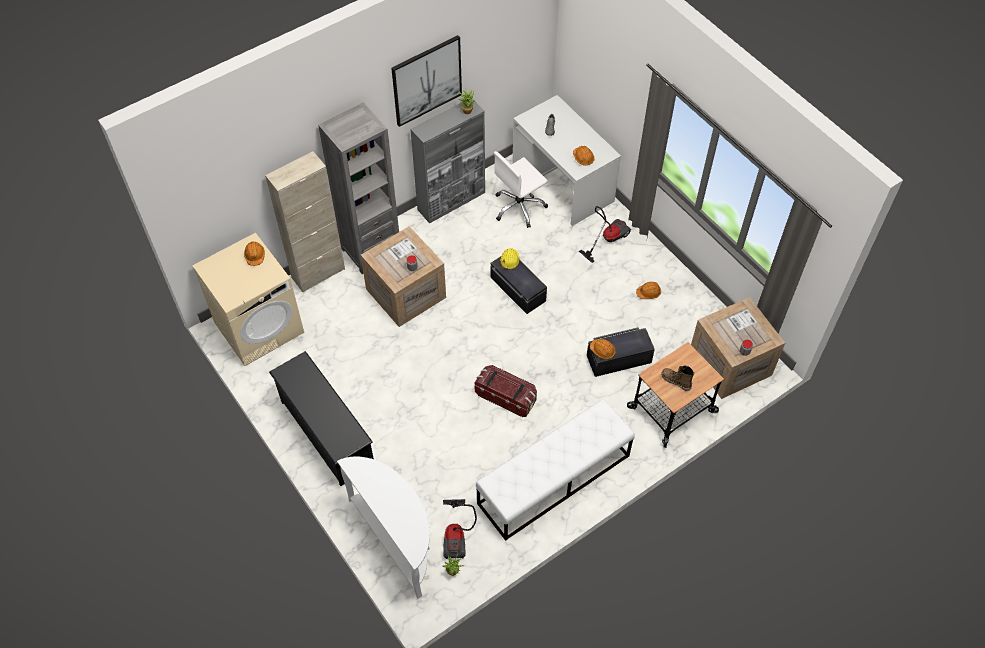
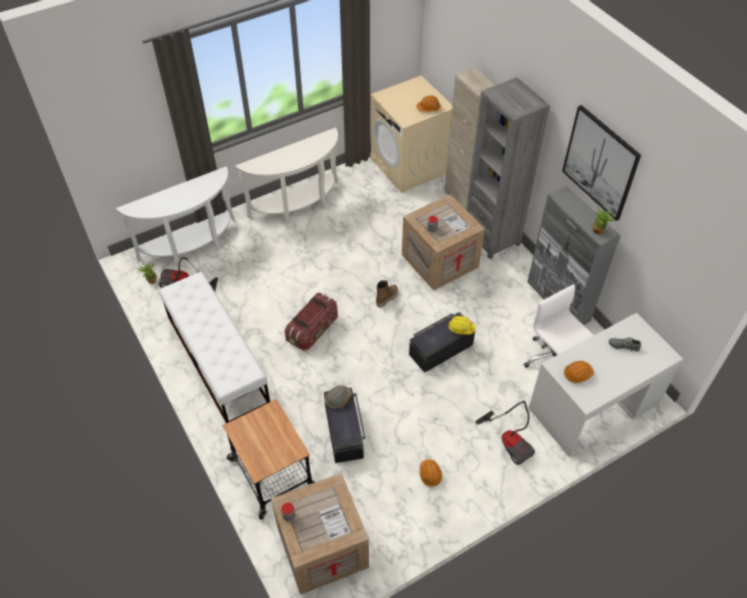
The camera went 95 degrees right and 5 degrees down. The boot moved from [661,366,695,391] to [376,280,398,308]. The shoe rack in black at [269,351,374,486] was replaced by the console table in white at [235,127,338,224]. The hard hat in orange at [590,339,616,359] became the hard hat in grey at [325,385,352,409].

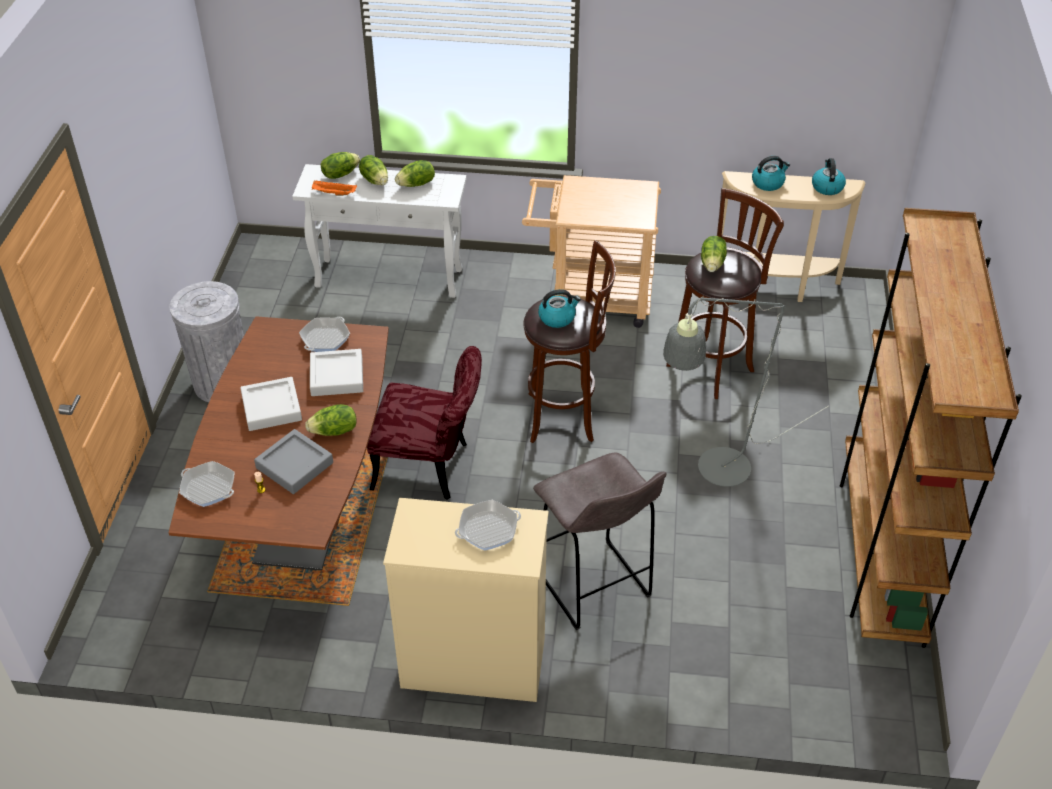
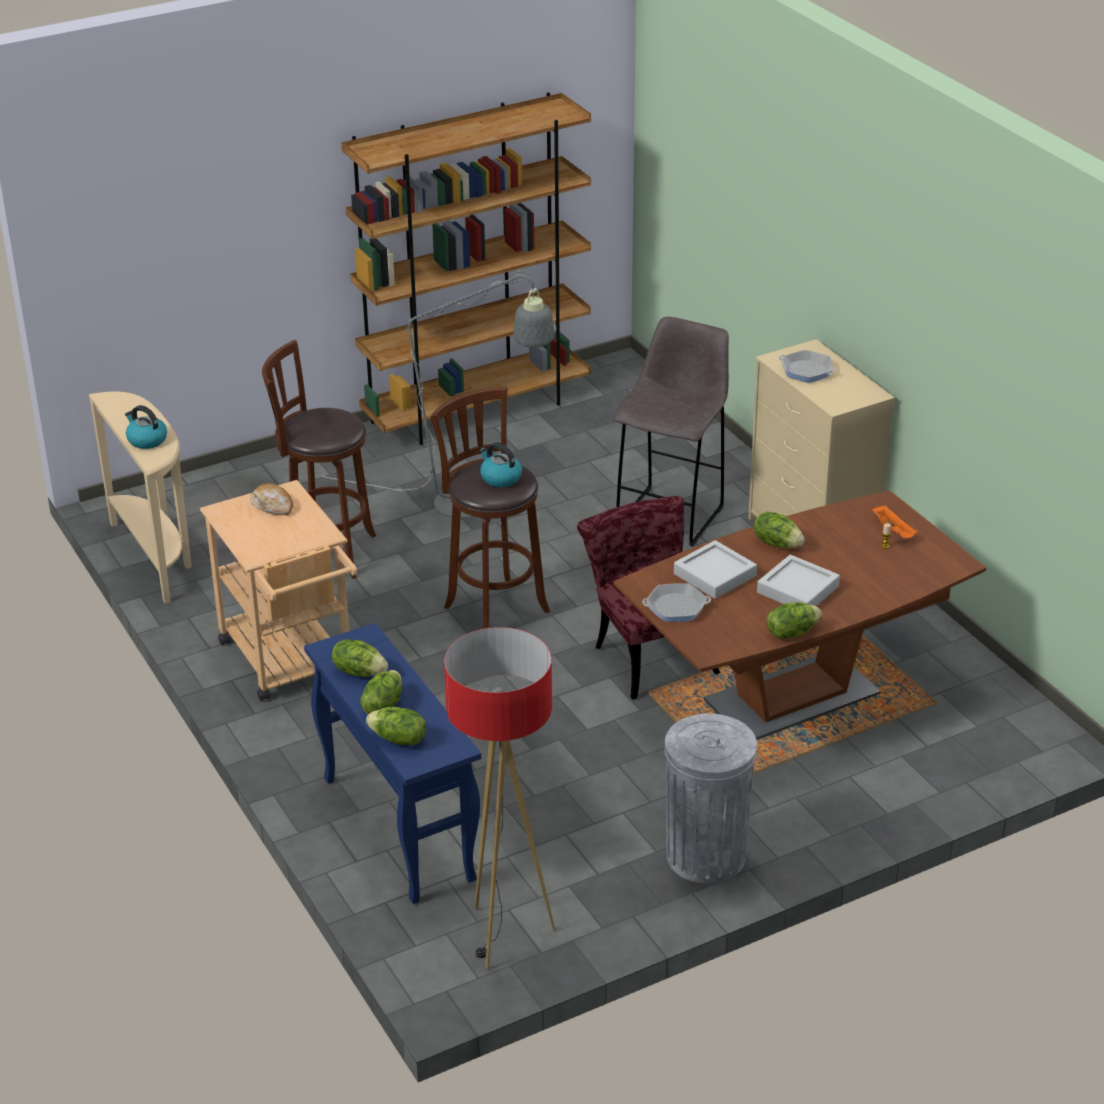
The camera went 125 degrees left and 10 degrees down. The frying pan at [179,461,234,507] disappeared. The tray in grey at [254,429,333,494] disappeared. The kettle at [812,158,846,195] disappeared. The bread at [250,483,293,515] appeared. The floor lamp at [444,627,555,969] appeared. The tray in orange moved from [312,180,357,196] to [872,505,917,538]. The lettuce moved from [701,236,727,272] to [766,602,822,639]. The console table in white at [292,164,467,298] became the console table in blue at [304,623,481,904].

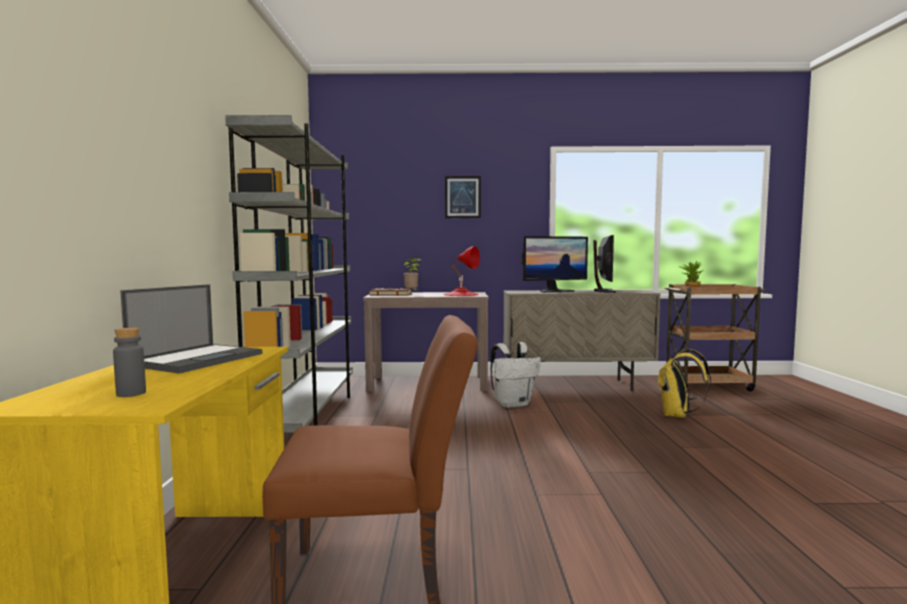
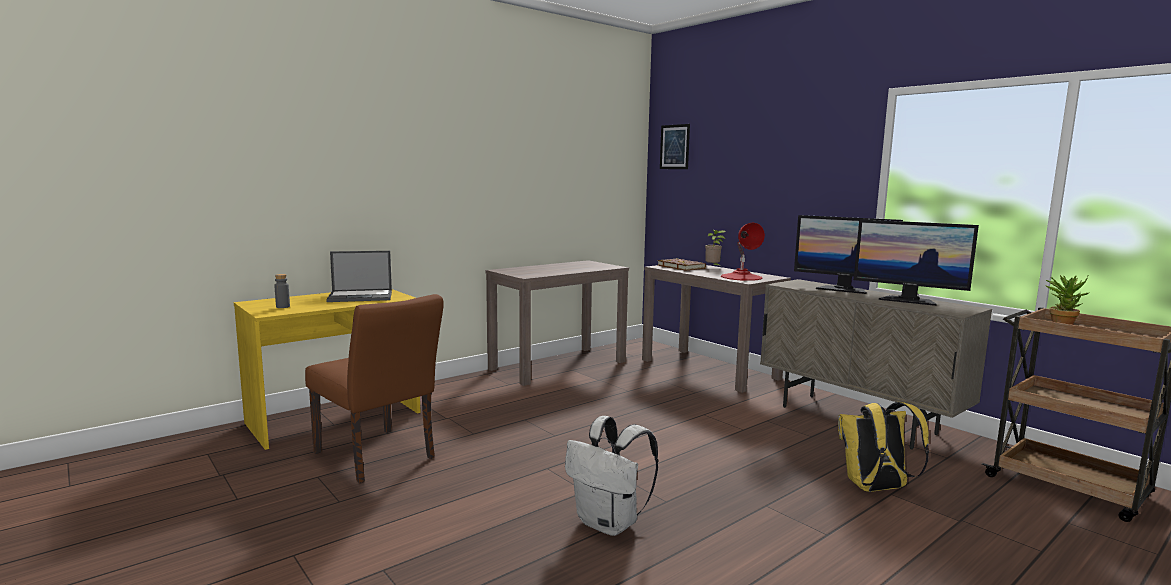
The camera went 50 degrees right and 5 degrees up. The picture moved from [445,176,481,218] to [660,124,690,169]. The backpack in white moved from [490,342,541,408] to [565,416,658,536]. The bookcase in grey at [225,115,353,433] was replaced by the console table in brown at [485,260,629,386]. The monitor at [593,235,616,293] turned 60 degrees clockwise.

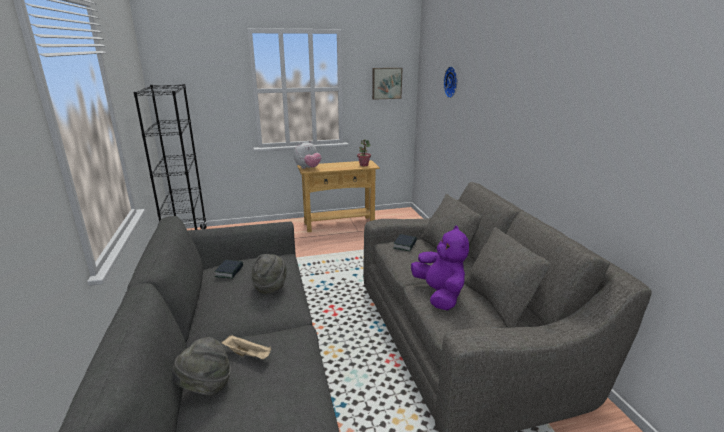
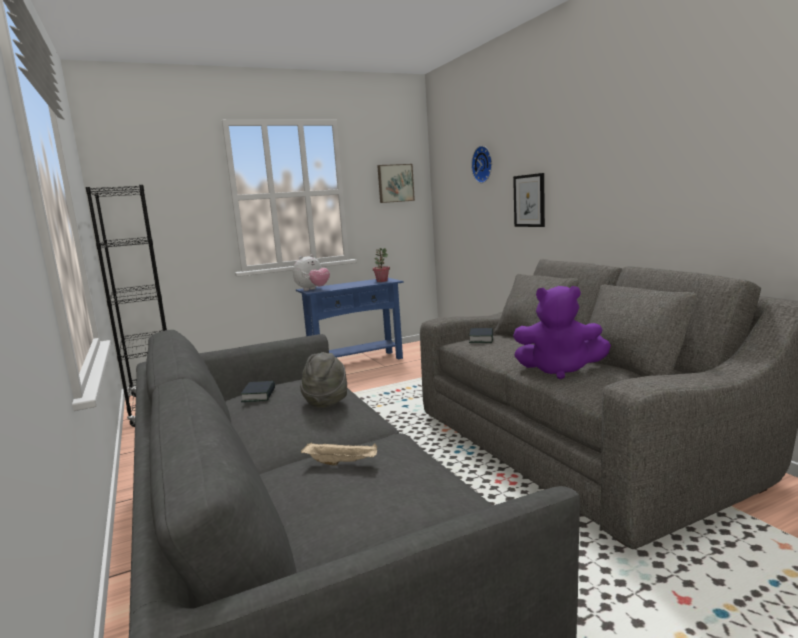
The camera went 10 degrees left and 10 degrees down. The hat in grey at [172,337,231,396] disappeared. The picture at [513,173,545,227] appeared. The console table in beige at [297,160,380,232] became the console table in blue at [296,278,404,359]. The plush toy in purple at [411,226,469,311] turned 135 degrees clockwise.

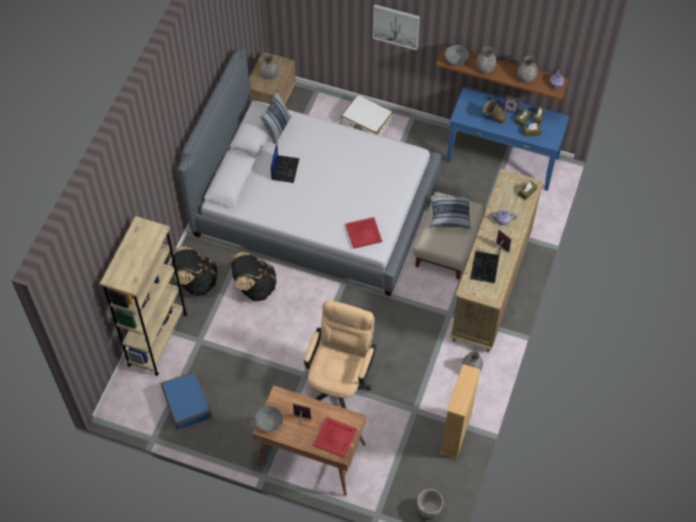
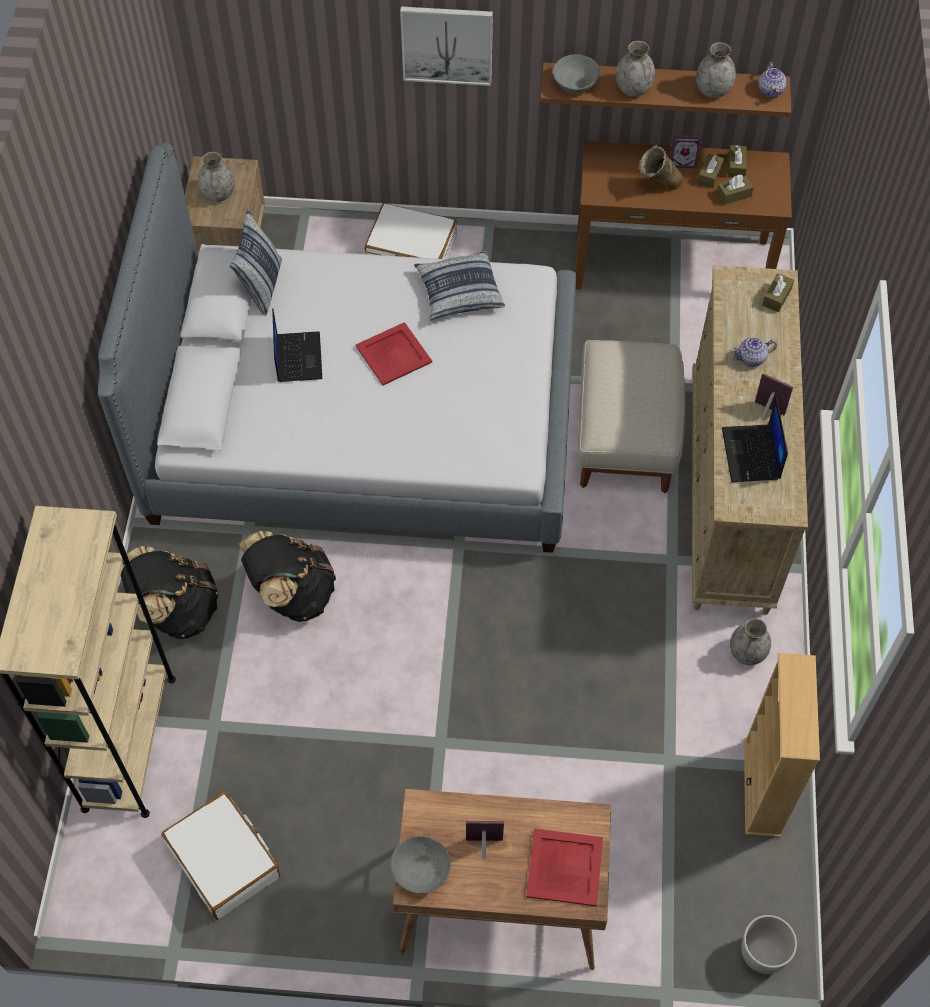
The camera went 15 degrees left and 0 degrees up. The office chair in beige at [304,300,377,409] disappeared. The tray in red moved from [345,217,382,249] to [356,322,432,385]. The pillow moved from [430,195,471,229] to [414,250,505,321]. The suitcase in blue at [161,371,212,430] became the suitcase in white at [161,791,280,920]. The console table in blue at [446,87,570,191] became the console table in brown at [575,141,792,289].

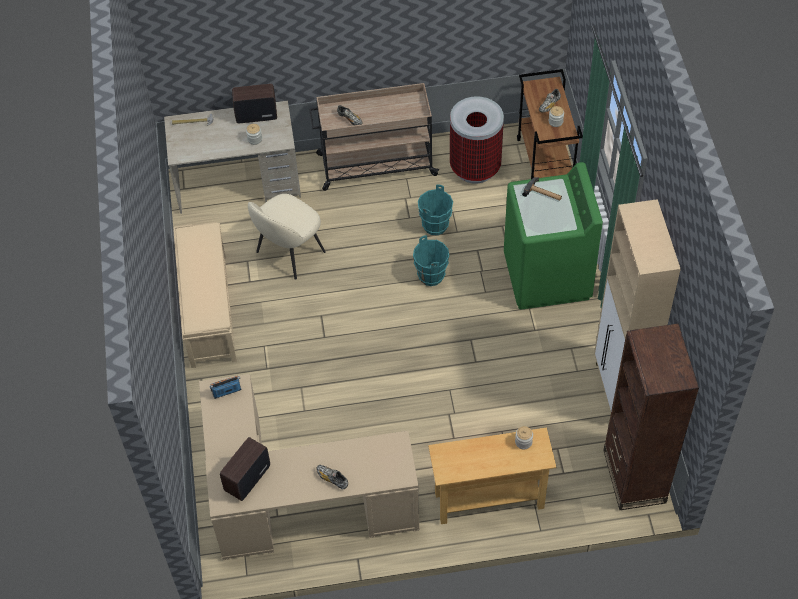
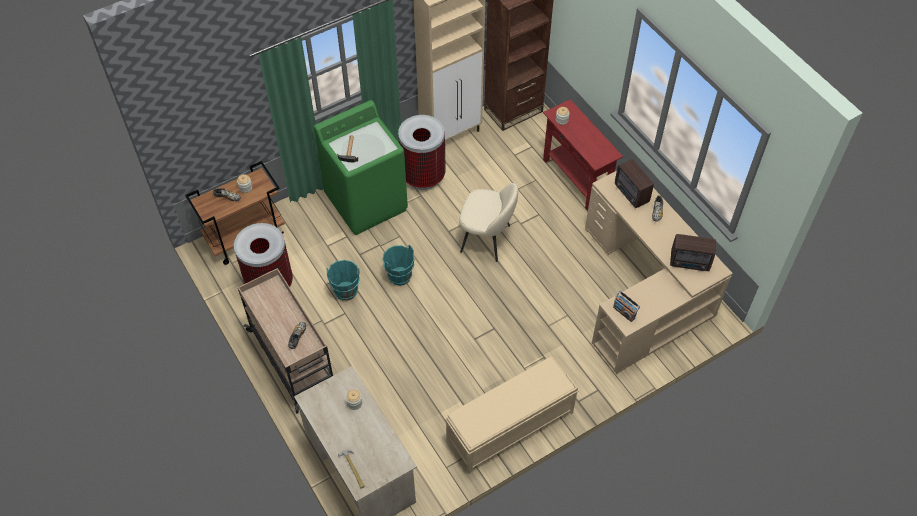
The camera went 115 degrees left and 0 degrees up. The trash can at [398,115,446,190] appeared. The radio moved from [232,84,277,123] to [615,159,654,208]. The chair in beige moved from [248,194,326,280] to [459,183,518,262]. The console table in beige at [428,427,557,524] became the console table in red at [543,99,623,211].

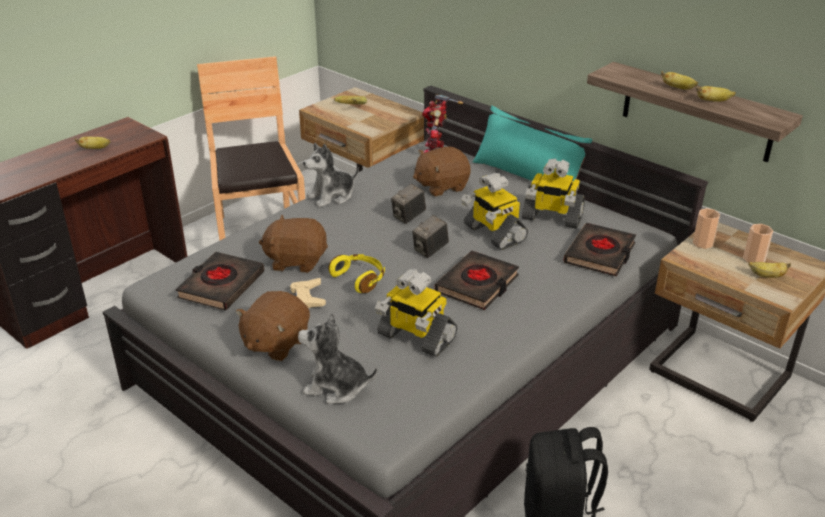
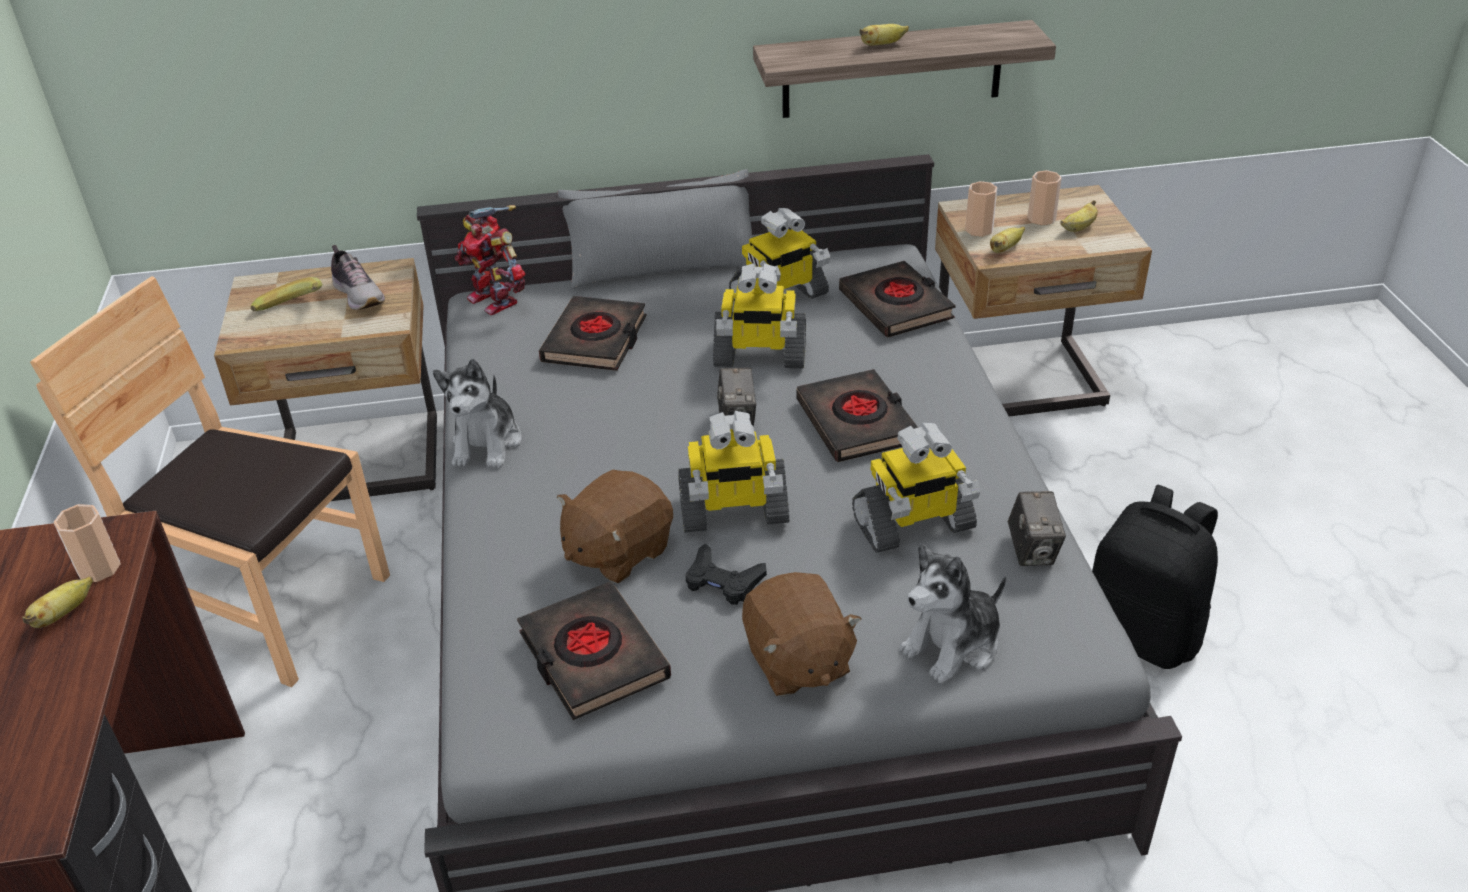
The camera went 50 degrees left and 5 degrees up. The cup at [53,504,121,582] appeared. The shoe at [331,245,385,310] appeared. The photo camera moved from [391,184,426,224] to [1007,491,1066,566]. The banana moved from [696,86,736,102] to [990,227,1025,253]. The headphones in yellow at [328,254,385,293] was replaced by the toy robot at [678,411,790,532]. The plush toy in brown at [413,146,471,197] was replaced by the book in black at [539,296,647,371]. The game controller in beige at [290,278,326,308] became the game controller in black at [686,544,767,605]. The pillow in turquoise at [473,105,593,181] became the pillow in grey at [558,169,752,289].

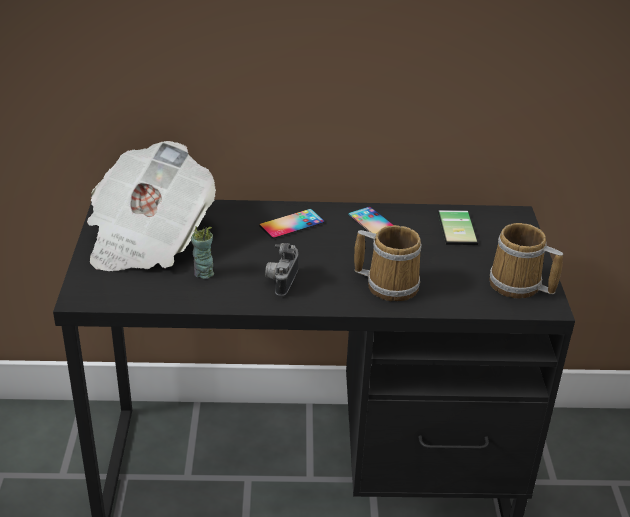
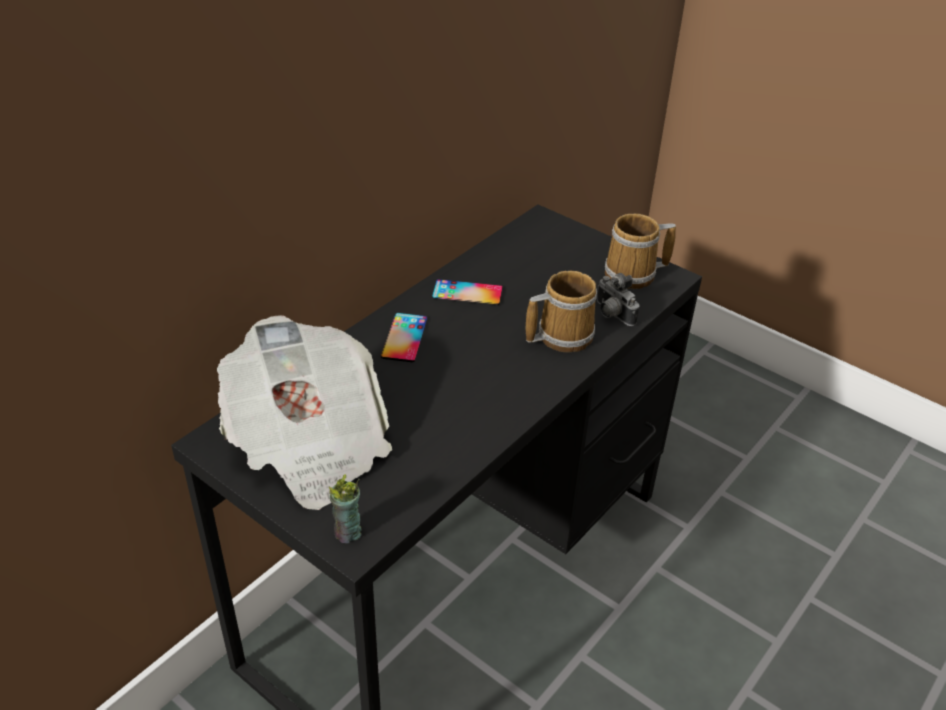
The camera went 50 degrees left and 5 degrees up. The phone at [438,210,478,245] disappeared. The cup moved from [191,226,214,279] to [329,474,362,543]. The photo camera moved from [265,243,299,296] to [597,273,640,326].

